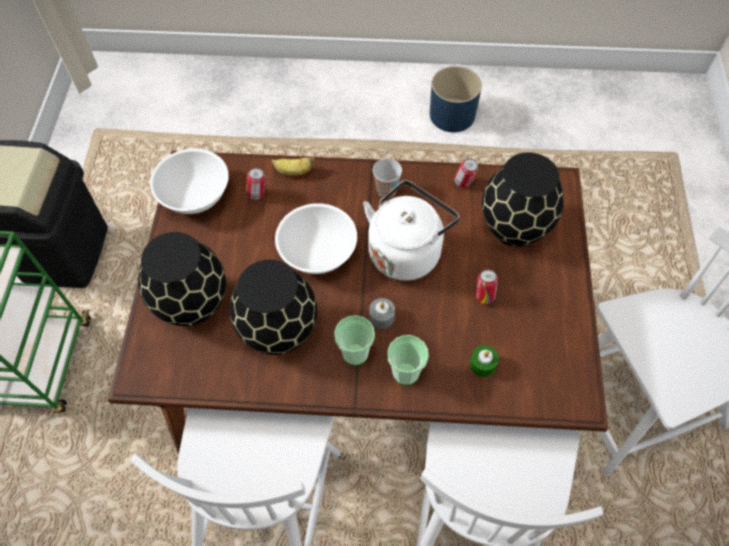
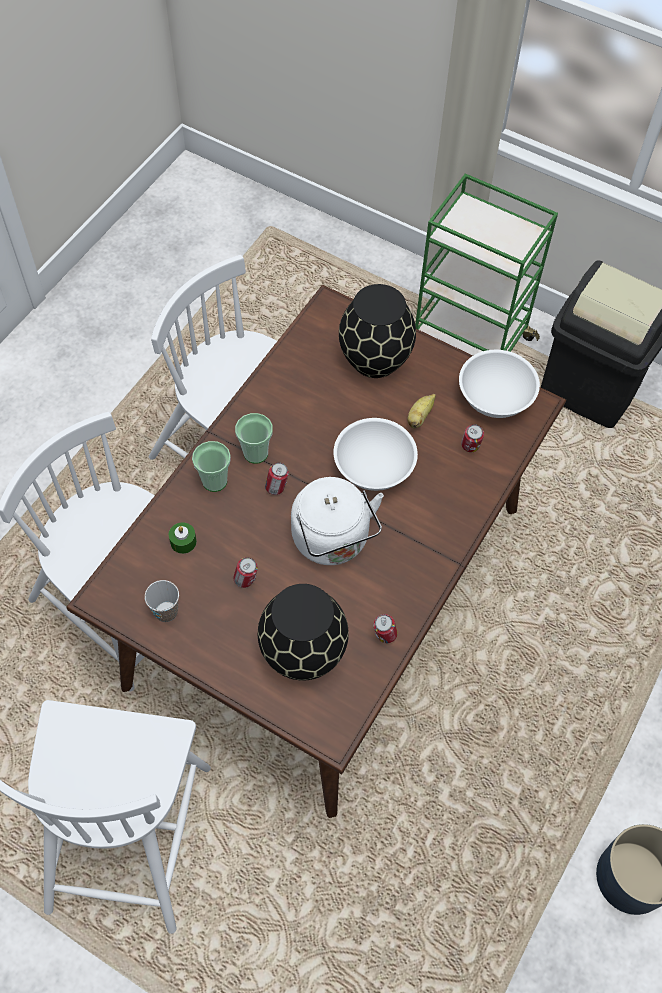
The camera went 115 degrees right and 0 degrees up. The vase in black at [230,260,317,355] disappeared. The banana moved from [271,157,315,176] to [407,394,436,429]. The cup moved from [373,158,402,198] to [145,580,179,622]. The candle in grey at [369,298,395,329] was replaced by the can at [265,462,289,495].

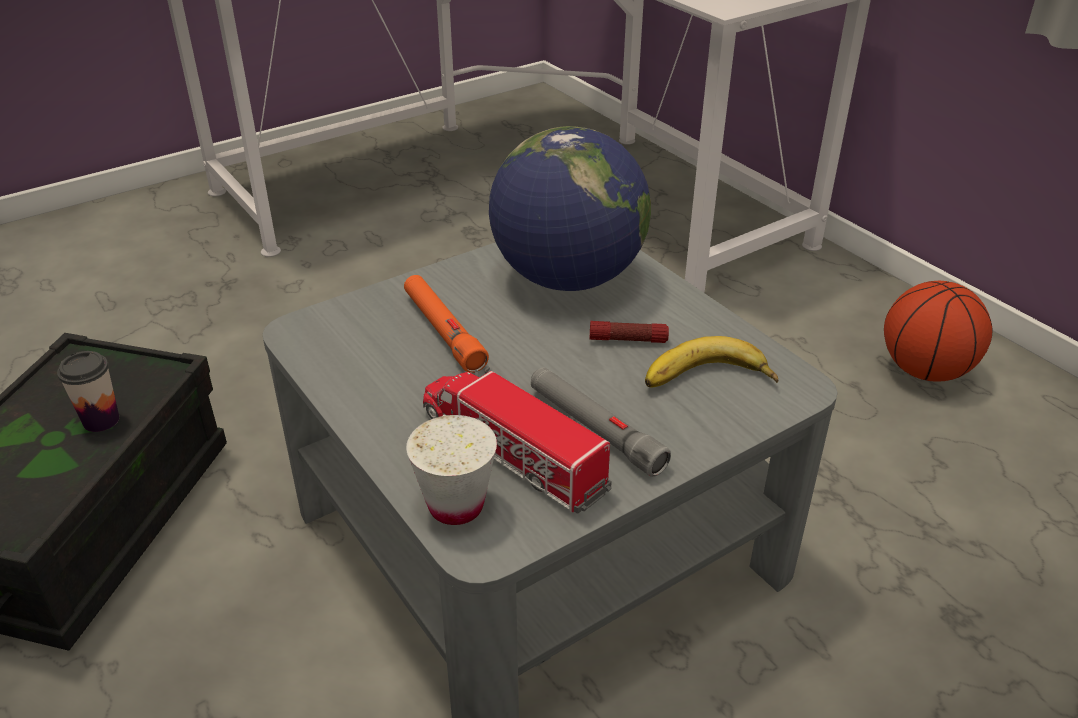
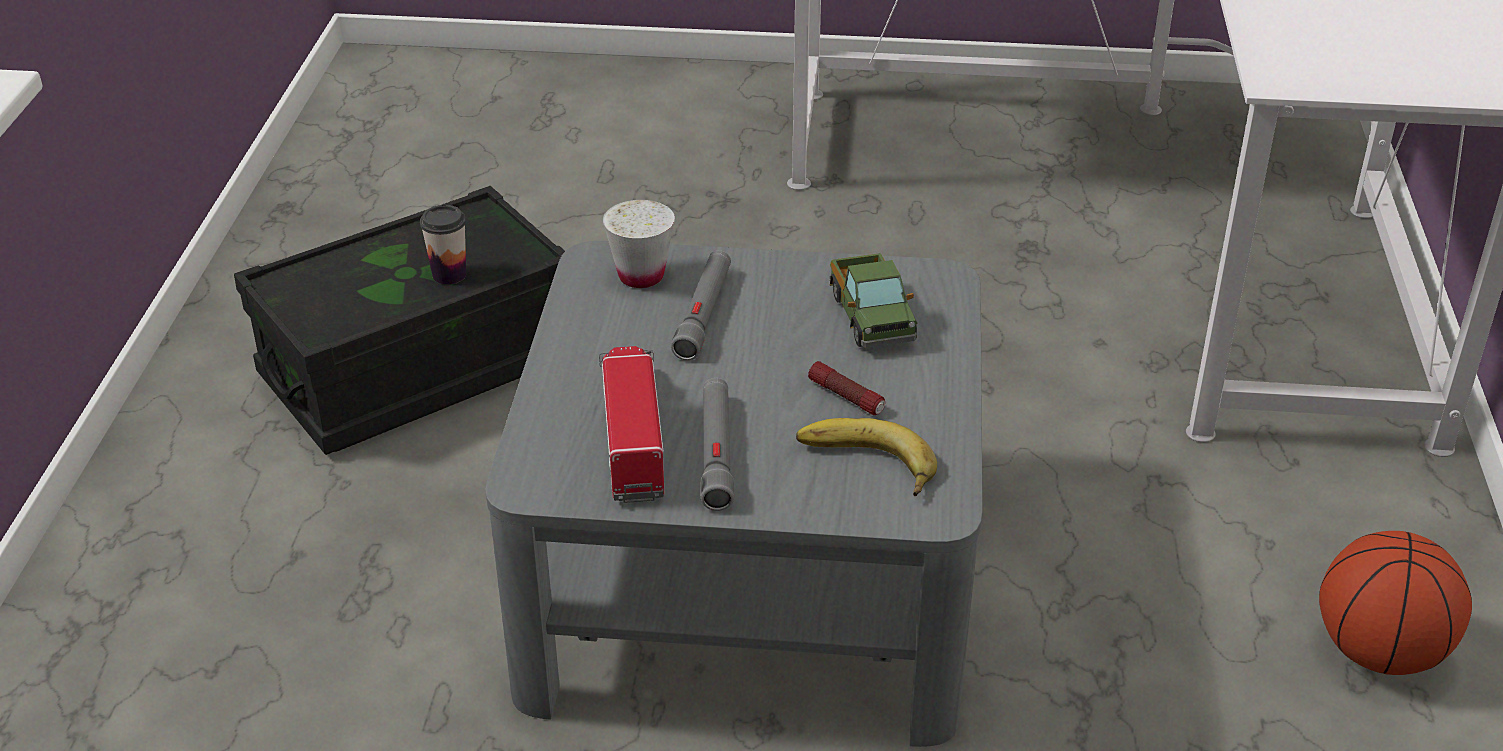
The camera went 40 degrees right and 0 degrees up. The cup in white moved from [406,415,497,525] to [603,200,675,288]. The globe at [489,126,651,291] was replaced by the toy truck at [830,253,918,348]. The flashlight in orange at [404,275,489,373] became the flashlight in grey at [671,250,731,360].

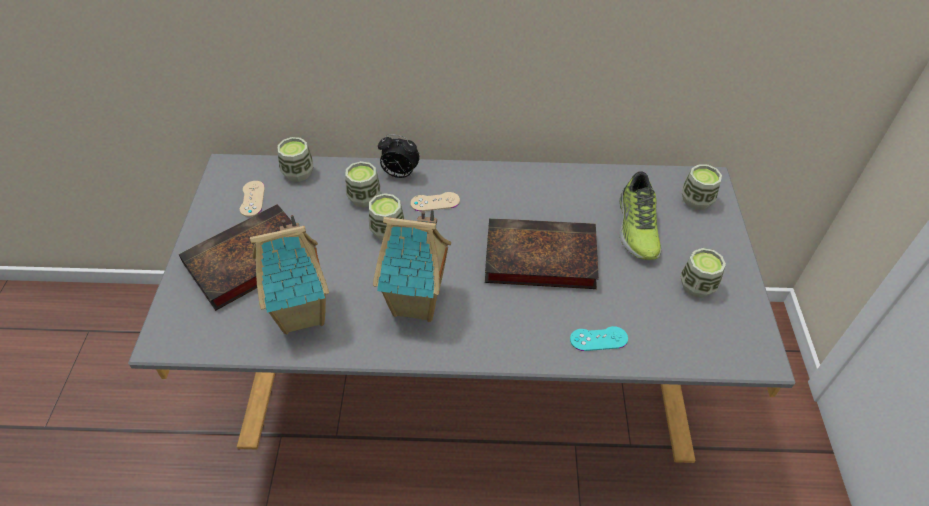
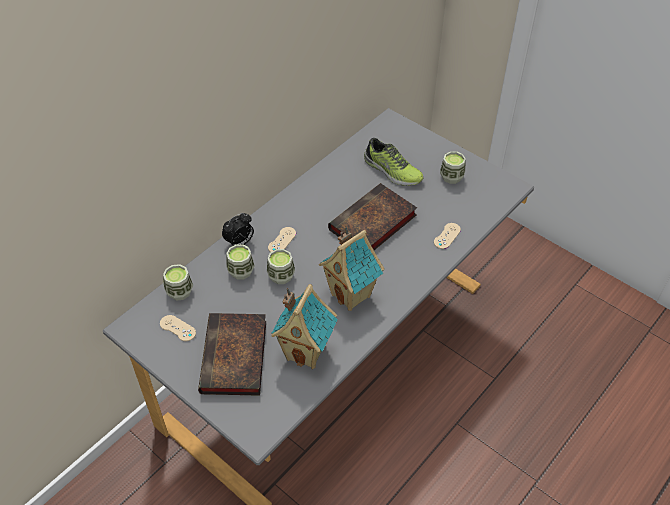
The camera went 50 degrees left and 0 degrees up. The cup at [682,164,722,210] disappeared. The game controller in turquoise at [570,326,628,351] became the game controller in beige at [434,223,461,249].

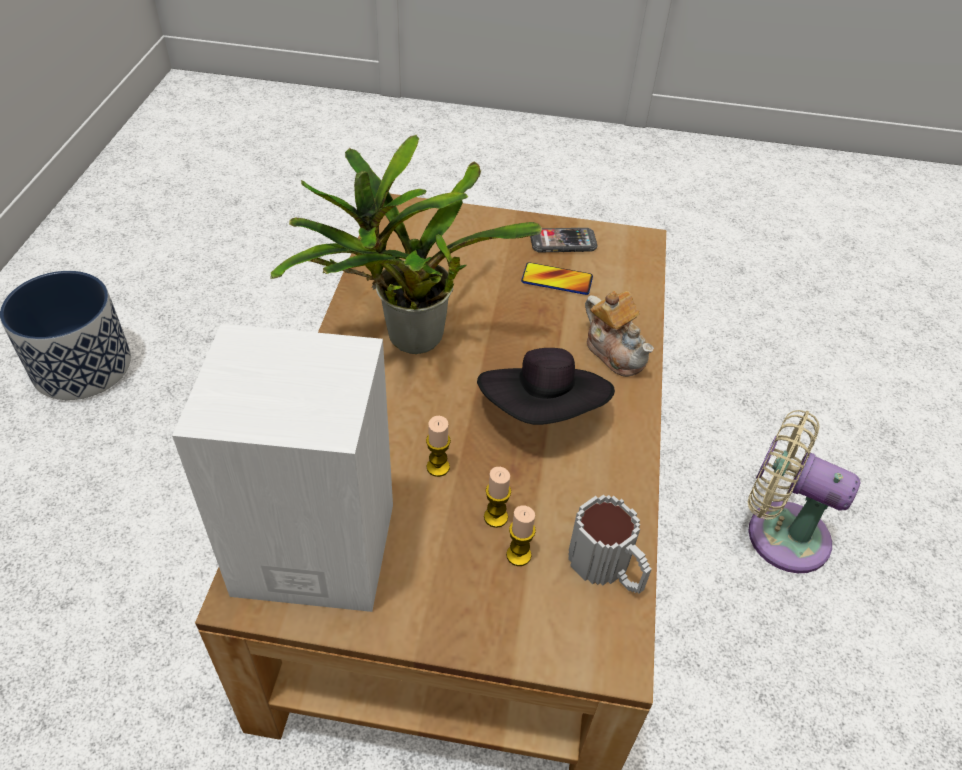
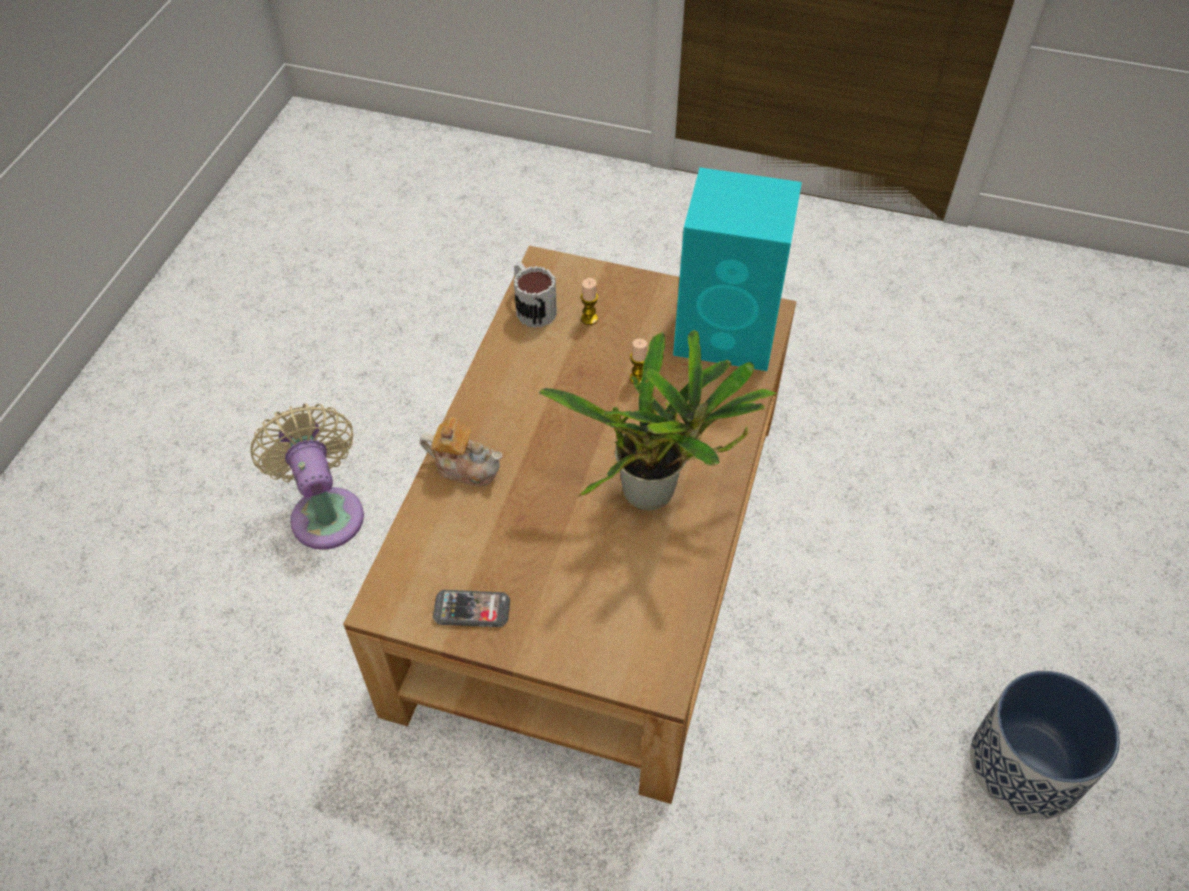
The camera went 170 degrees left and 5 degrees up. The hat in black at [477,348,615,425] disappeared. The candle at [484,467,511,528] disappeared. The phone at [521,262,593,295] disappeared. The speaker in white at [172,323,393,612] became the speaker in turquoise at [673,167,802,371]. The teapot at [585,291,654,377] turned 135 degrees clockwise. The fan in beige at [748,410,860,573] turned 150 degrees counterclockwise.

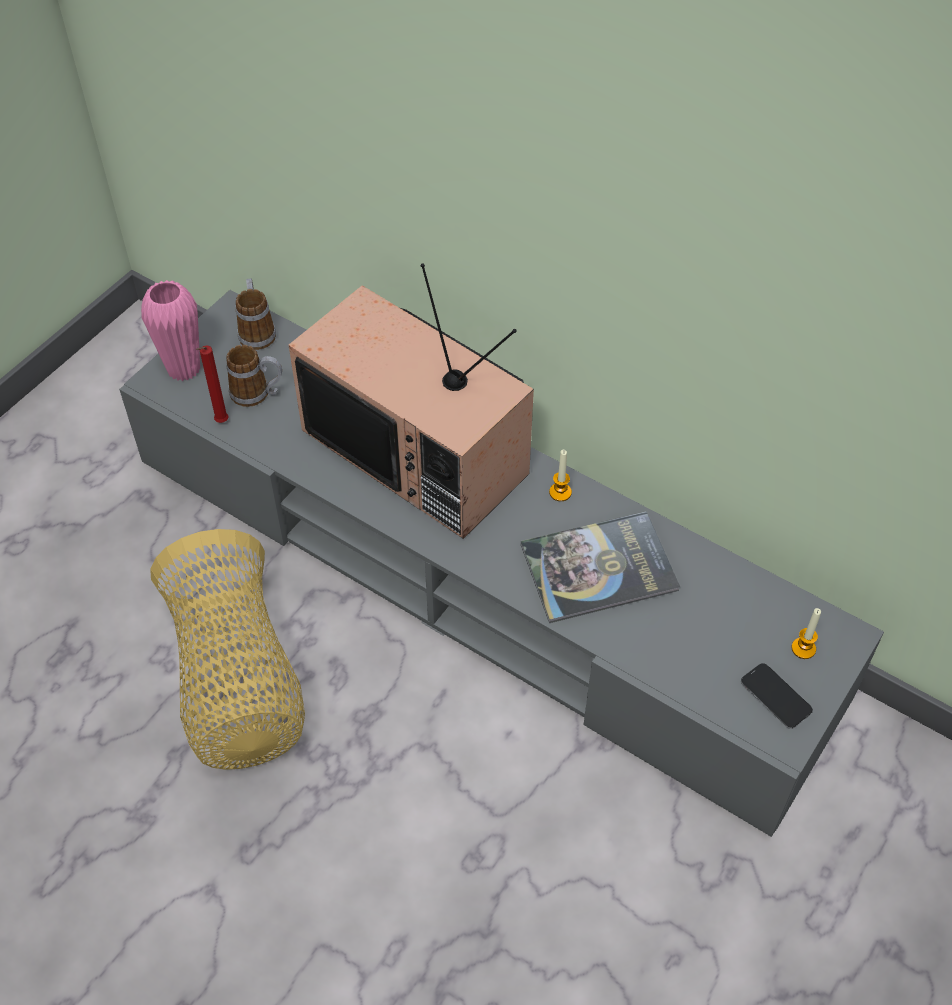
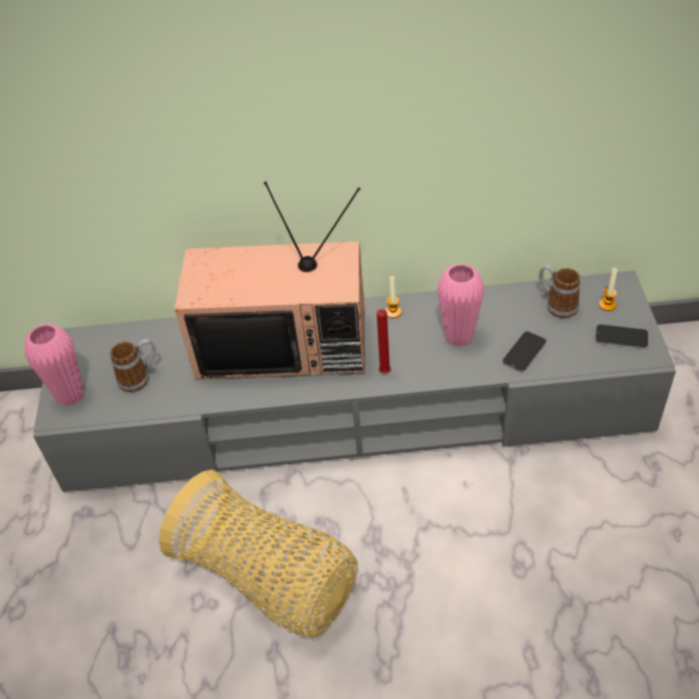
The camera went 35 degrees left and 5 degrees down. The phone at [502,331,546,372] appeared. The candle in red moved from [196,346,229,423] to [377,309,391,373]. The mug moved from [235,278,276,350] to [539,265,580,318]. The book at [521,511,680,623] was replaced by the vase in pink at [437,263,484,347].

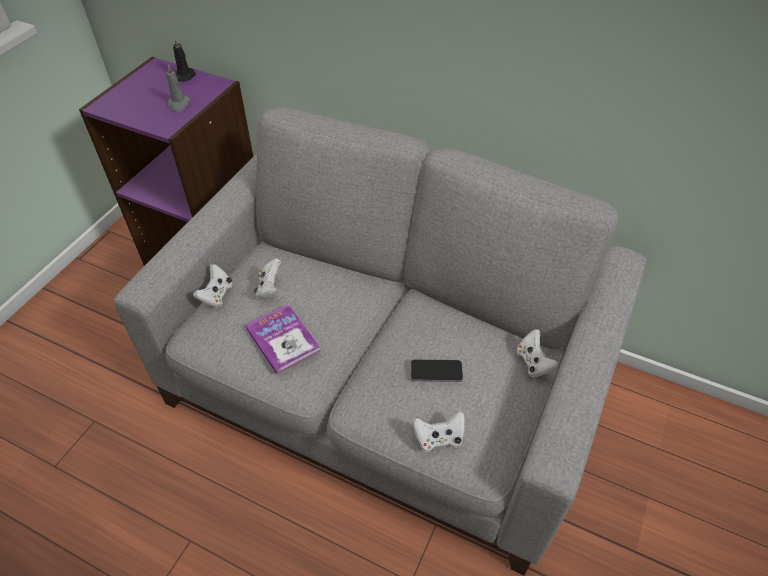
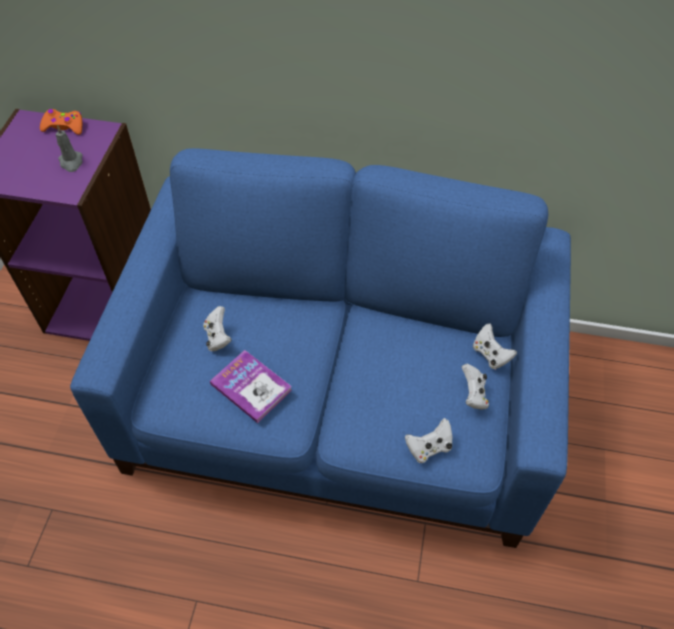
The camera went 15 degrees left and 5 degrees up. The phone at [411,359,463,382] disappeared. The game controller in white moved from [193,264,233,308] to [462,364,489,410]. The candle in black at [173,38,196,82] was replaced by the game controller in orange at [40,109,82,135]. The sofa in grey at [114,107,647,575] became the sofa in blue at [70,148,571,548].

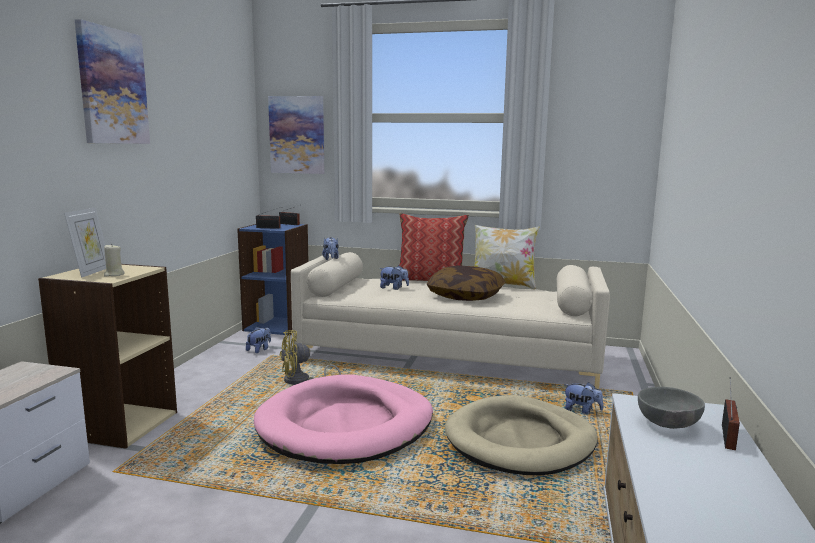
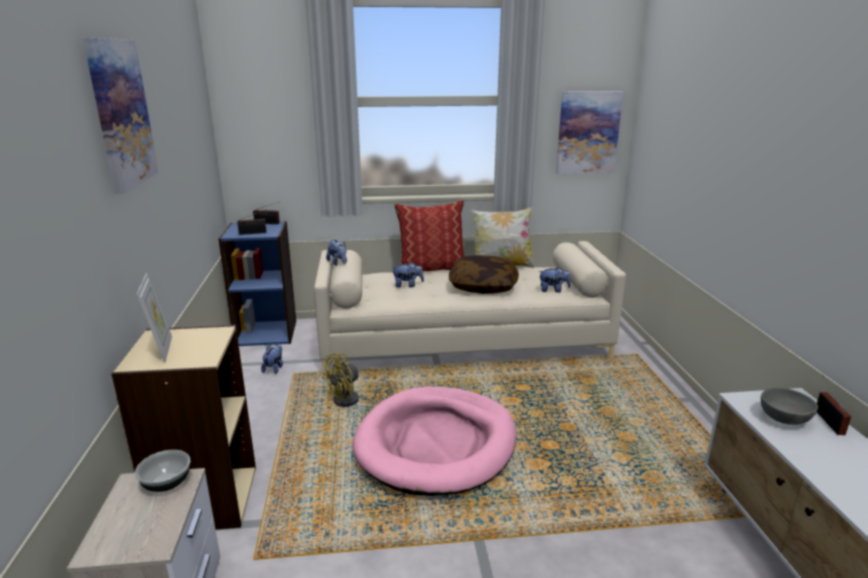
The camera went 20 degrees left and 10 degrees up. The candle in beige at [104,245,124,277] disappeared. The dog bed in beige at [445,395,598,475] disappeared. The bowl at [135,450,190,492] appeared. The picture moved from [268,96,324,174] to [556,91,623,174]. The plush toy moved from [564,382,603,414] to [538,267,571,292].

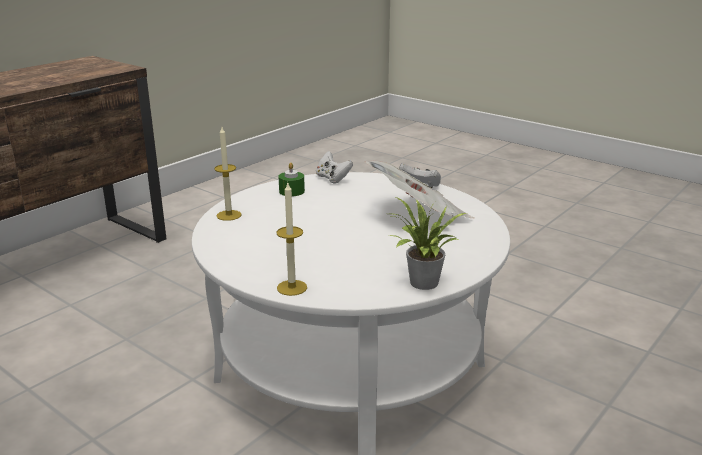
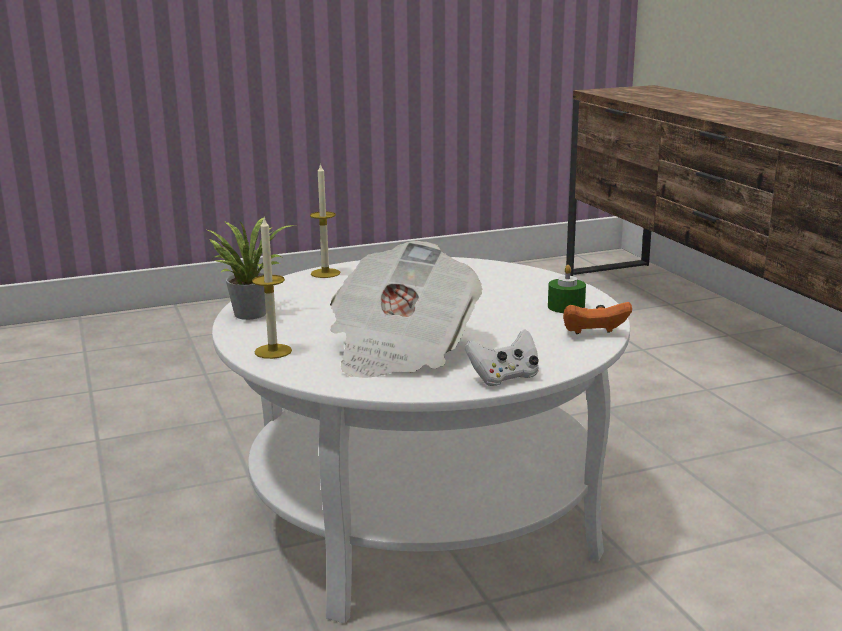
The camera went 120 degrees right and 5 degrees down. The candle moved from [214,127,242,221] to [252,218,292,359]. The game controller in white at [316,151,353,184] became the game controller in orange at [563,302,632,334].

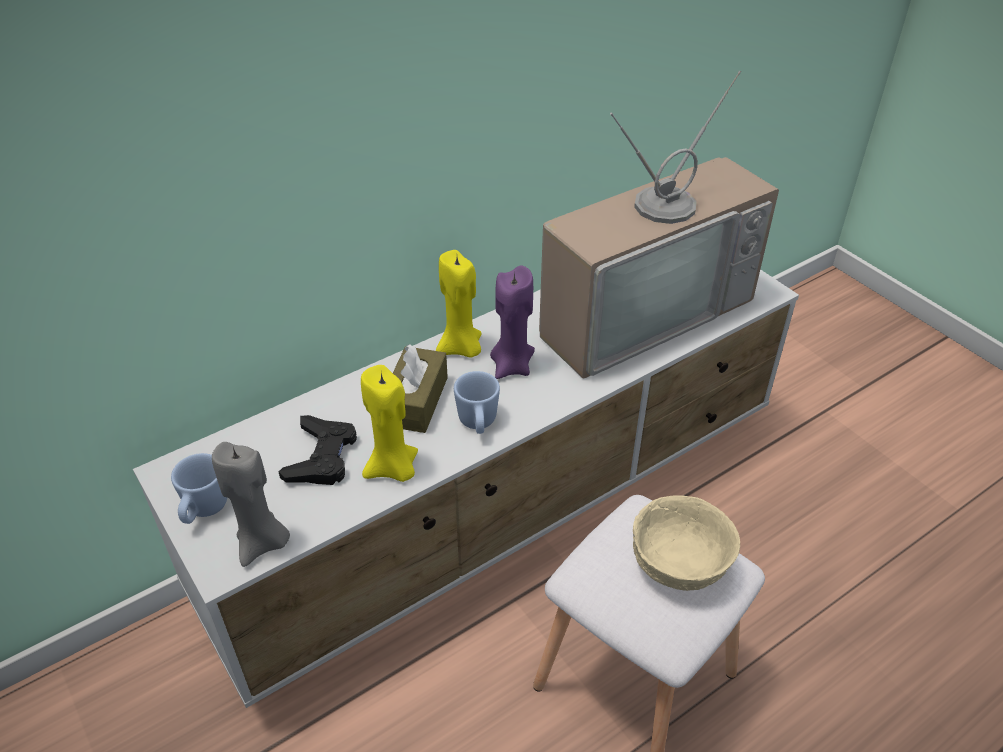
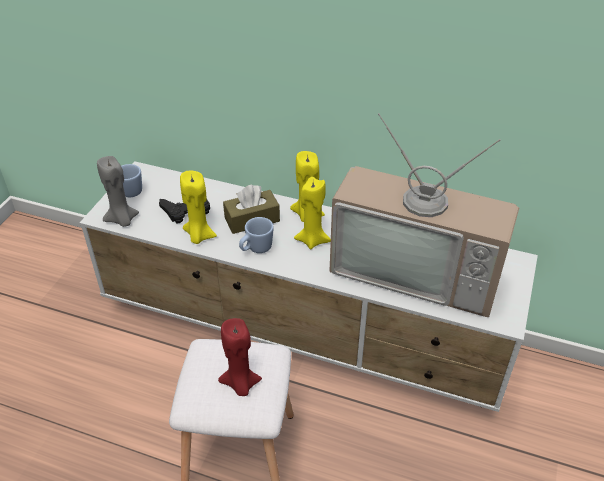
The camera went 55 degrees right and 0 degrees up. The bowl in beige at [633,495,740,591] was replaced by the candle in red at [218,318,262,396]. The candle in purple at [490,265,535,379] became the candle in yellow at [294,177,331,249].

